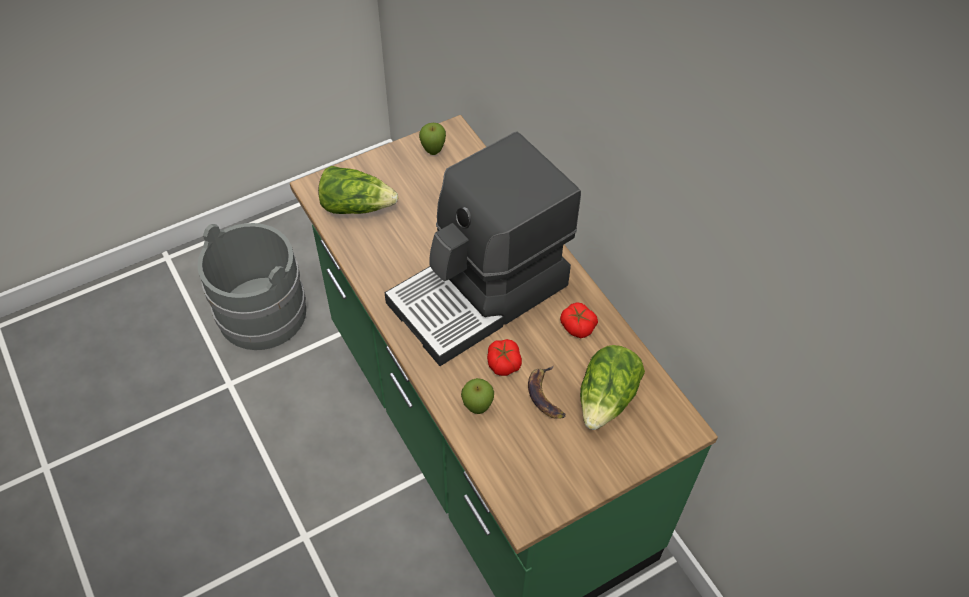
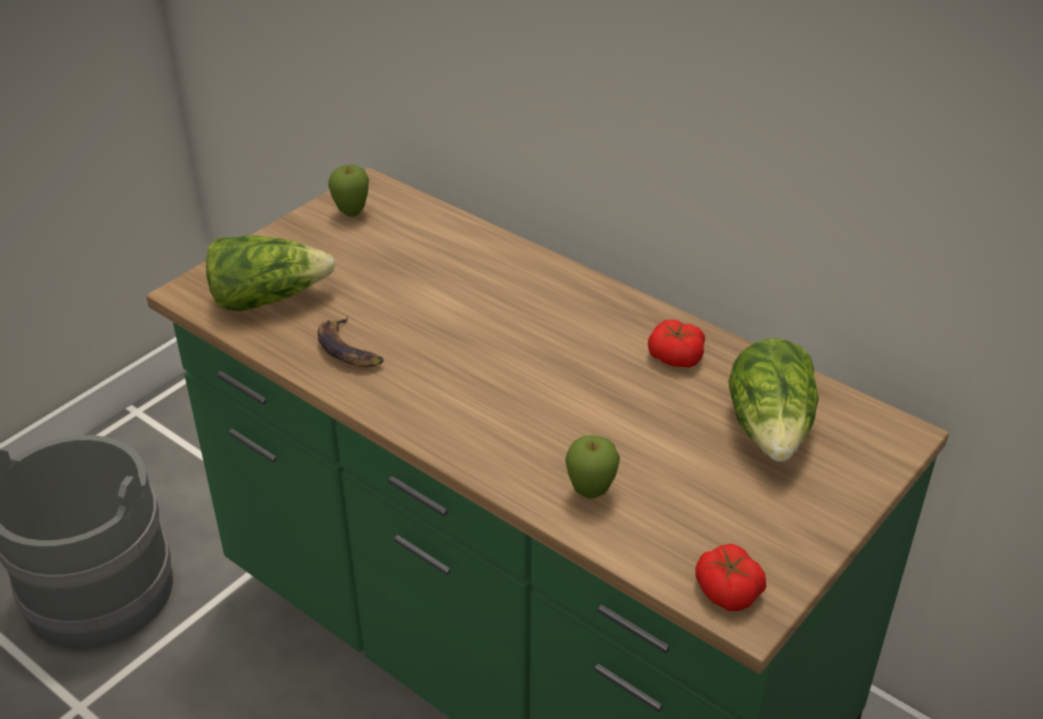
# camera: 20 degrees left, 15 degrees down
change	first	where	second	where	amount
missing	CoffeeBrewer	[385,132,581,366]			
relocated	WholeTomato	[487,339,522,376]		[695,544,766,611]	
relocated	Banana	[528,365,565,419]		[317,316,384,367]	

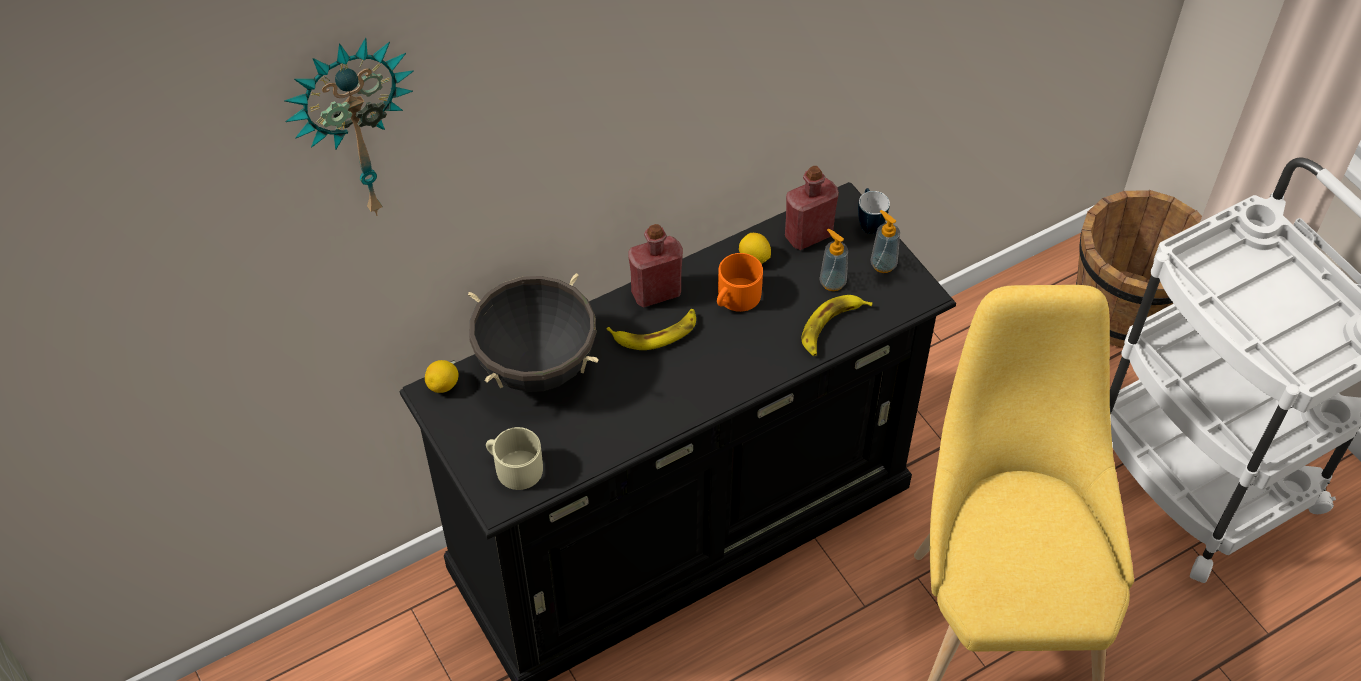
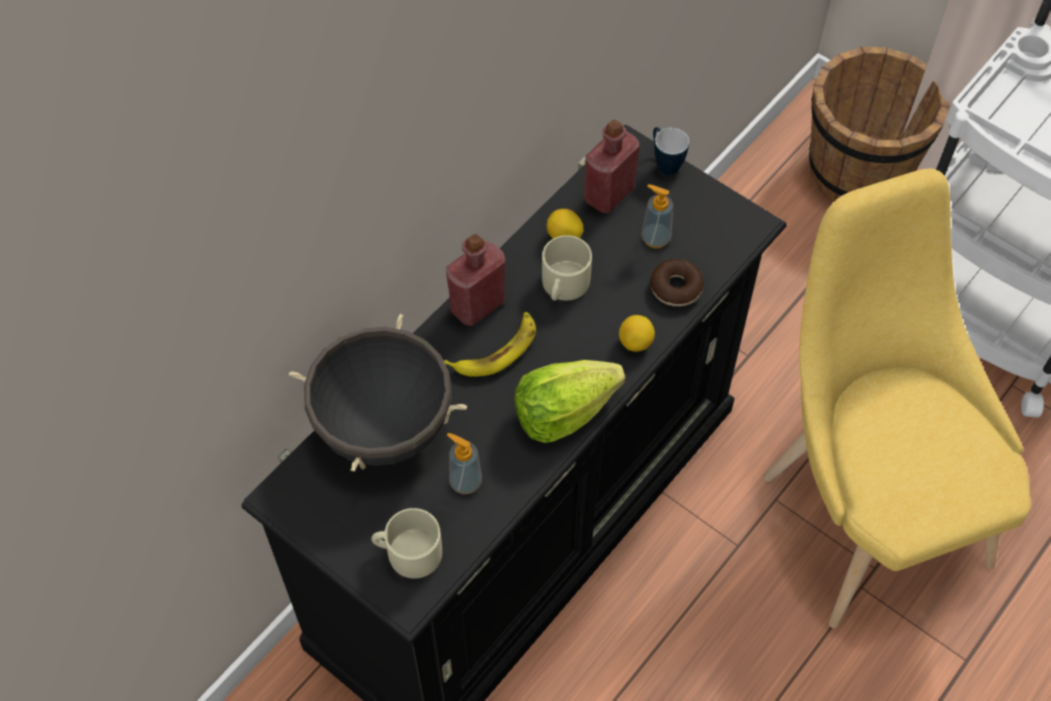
# camera: 20 degrees left, 5 degrees up
change	first	where	second	where	amount
missing	WallClock	[284,38,414,216]			
relocated	Lemon	[425,360,459,393]		[619,315,655,352]	
colour	OrangeColouredMug	[717,253,763,312]	SandColouredMug	[542,235,592,301]	
exchanged	Banana	[801,295,873,356]	RingDoughnut	[650,259,704,306]	
relocated	SoapDispenser	[870,210,900,273]		[447,433,482,494]	
appeared			Lettuce	[515,360,625,443]	

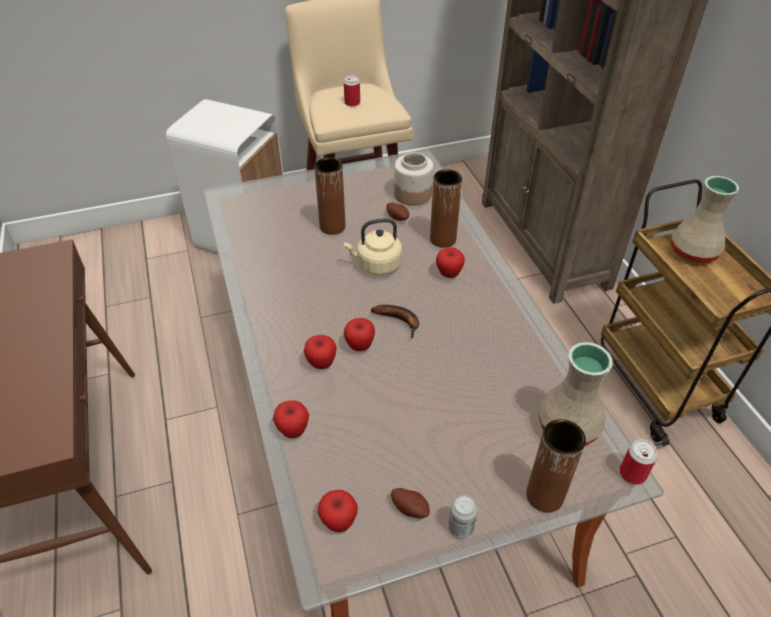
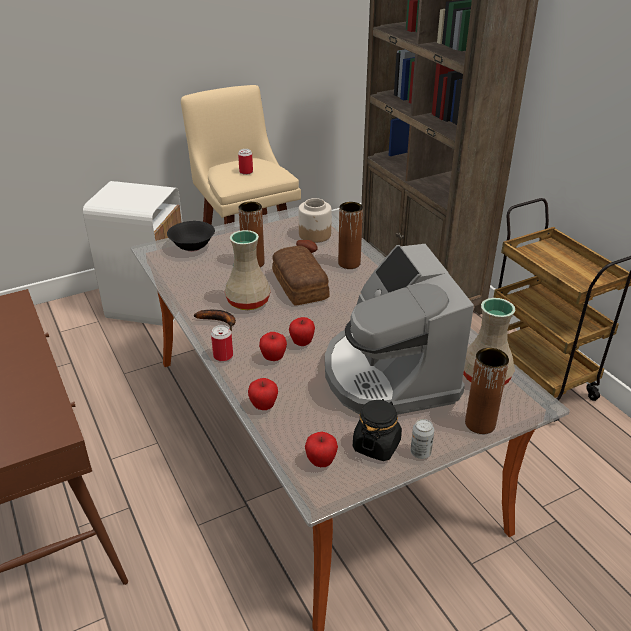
# camera: 10 degrees left, 10 degrees down
change	first	where	second	where	amount
exchanged	SandColouredWaterKettle	[343,218,402,275]	BakeryBread	[272,246,329,306]	
relocated	Banana	[371,305,419,338]		[194,310,236,331]	
exchanged	Potato	[391,488,430,518]	BlackishPreserveJar	[353,399,402,461]	
missing	WholeApple	[436,247,465,278]			
relocated	Can	[619,439,658,485]		[211,325,233,362]	
relocated	SandColouredDecorativeVase	[671,176,739,264]		[225,230,271,310]	
appeared			BlackishDeepDish	[167,221,215,252]	
appeared			CoffeeBrewer	[325,244,474,415]	

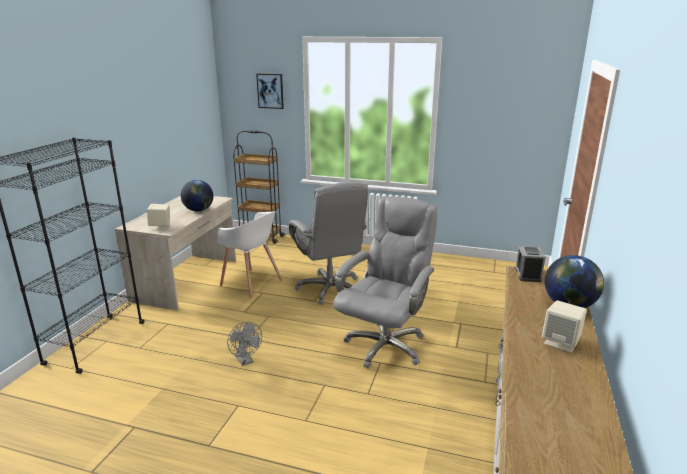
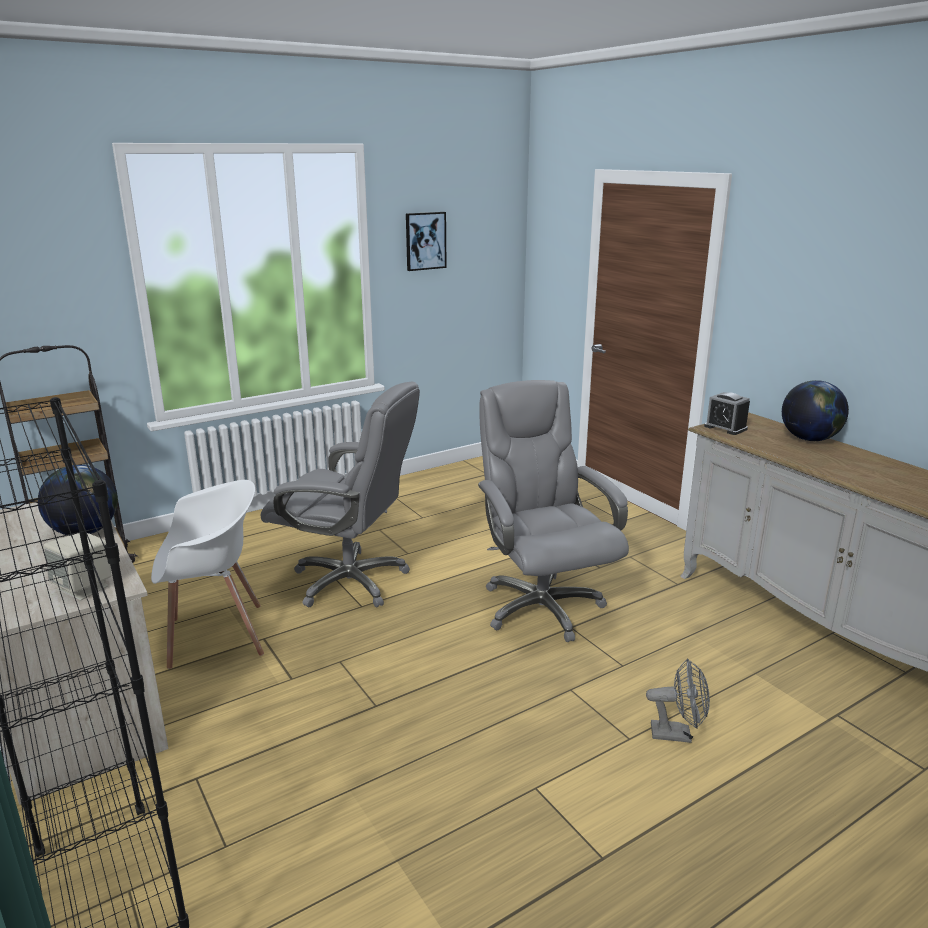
# camera: 50 degrees left, 0 degrees up
change	first	where	second	where	amount
relocated	GreyElectricFan	[227,322,262,366]		[646,659,710,743]	
relocated	WallArt	[256,74,284,109]		[406,212,447,271]	
missing	SandColouredLoudspeaker	[542,300,587,353]			

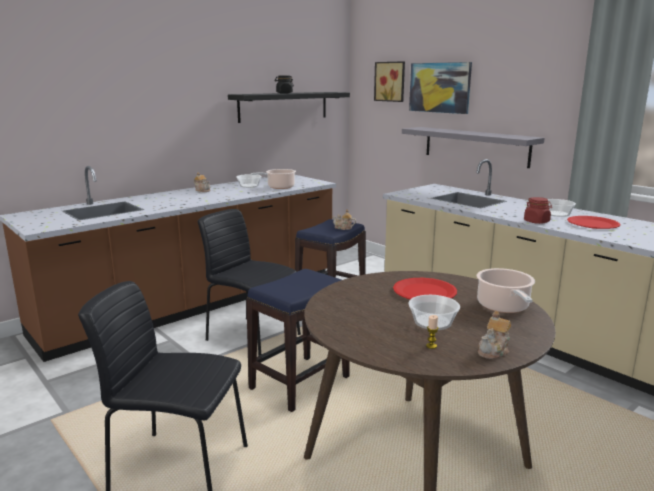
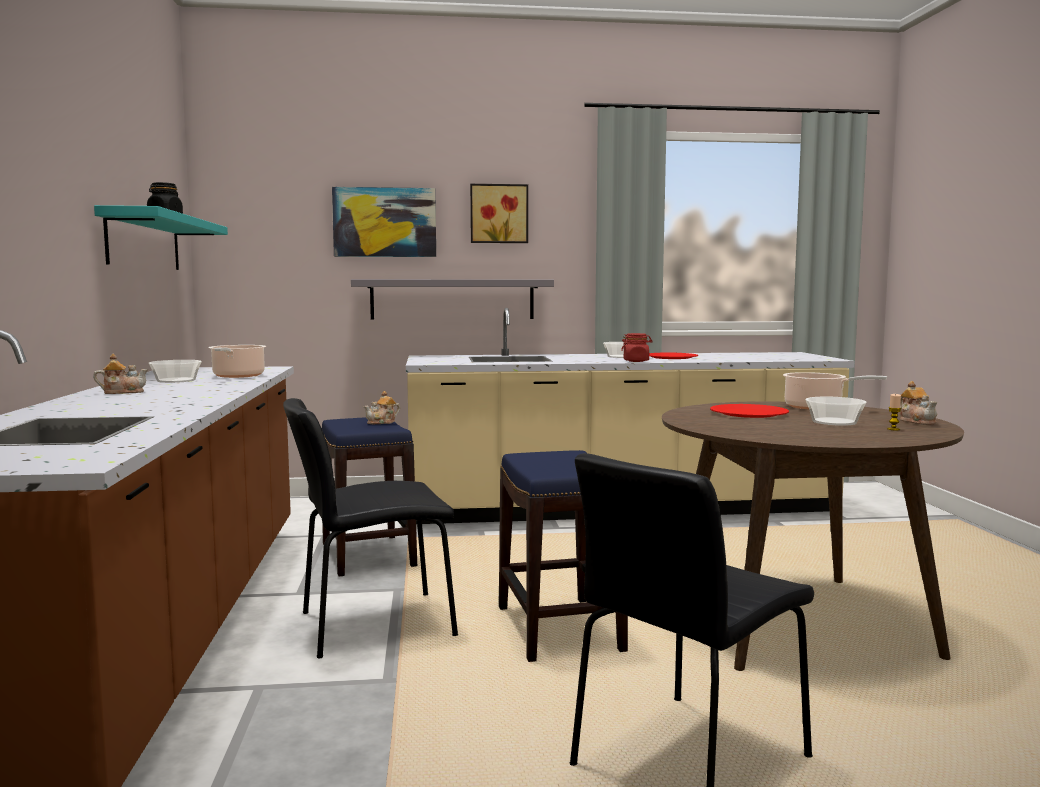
# camera: 55 degrees left, 10 degrees down
change	first	where	second	where	amount
colour	BlackishWallShelf	[228,92,350,123]	TurquoiseWallShelf	[94,205,228,270]	
relocated	WallArt	[374,61,405,102]		[470,184,528,243]	

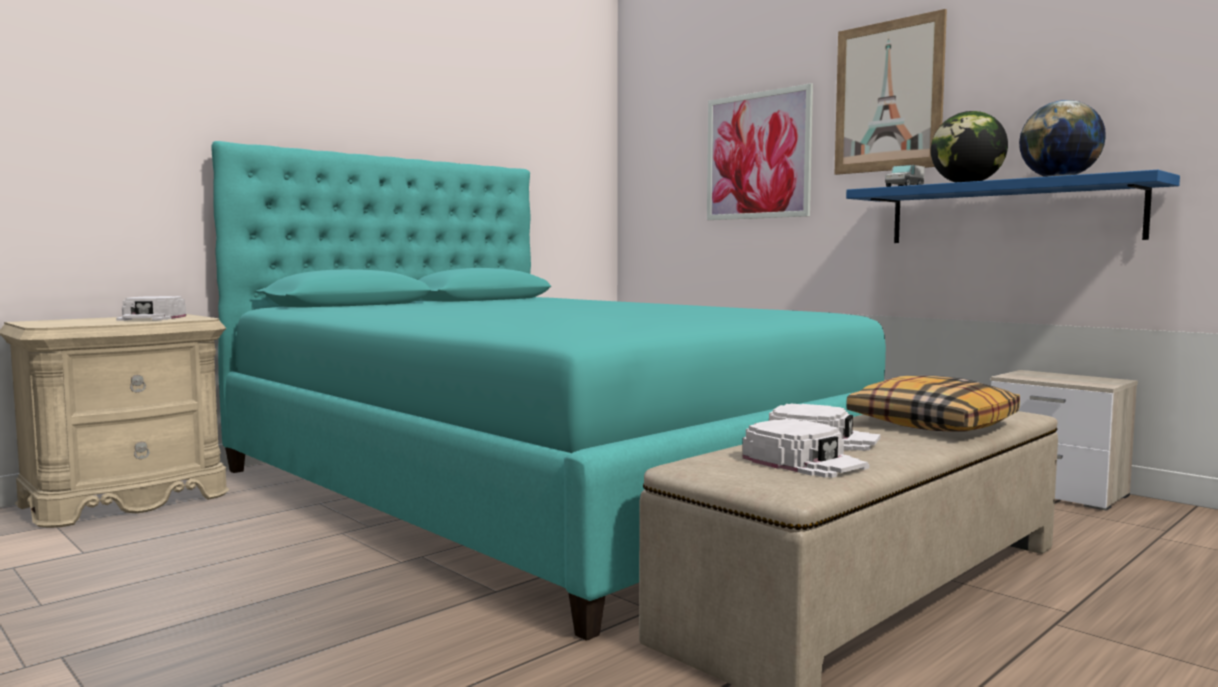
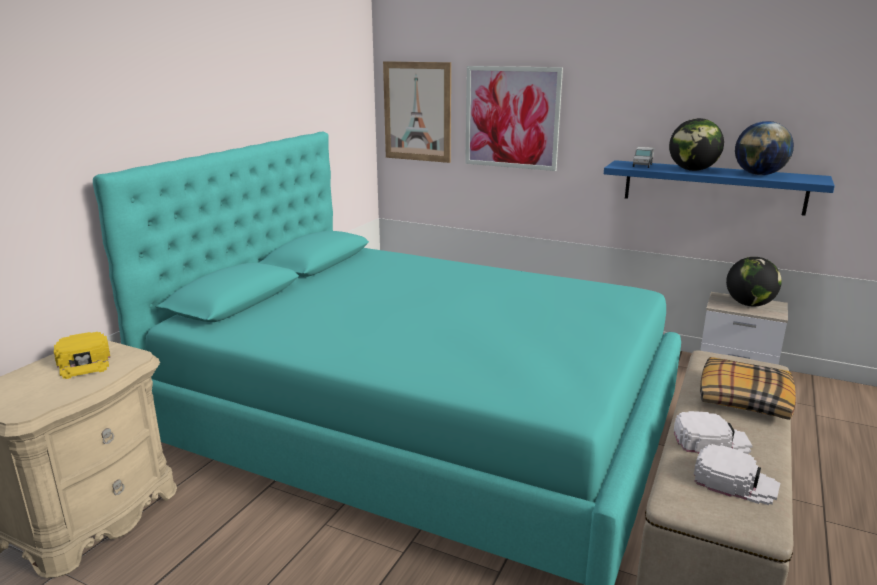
# camera: 20 degrees left, 15 degrees up
change	first	where	second	where	amount
colour	WhitePeakedCap	[116,296,186,321]	YellowishPeakedCap	[54,332,110,379]	
relocated	WallArt	[835,9,947,175]		[383,61,451,163]	
appeared			Globe	[726,257,782,307]	

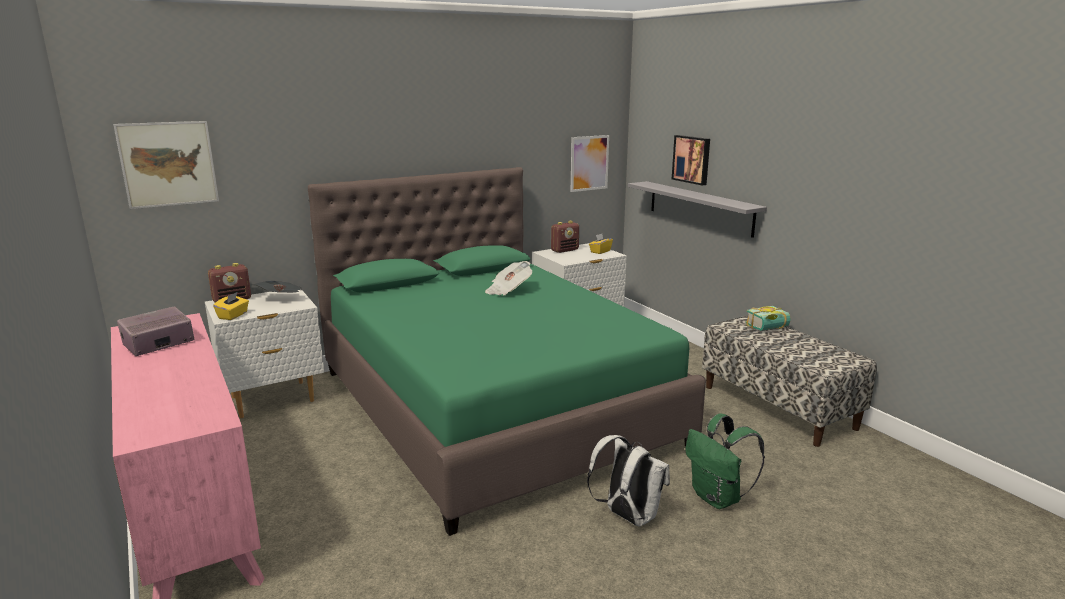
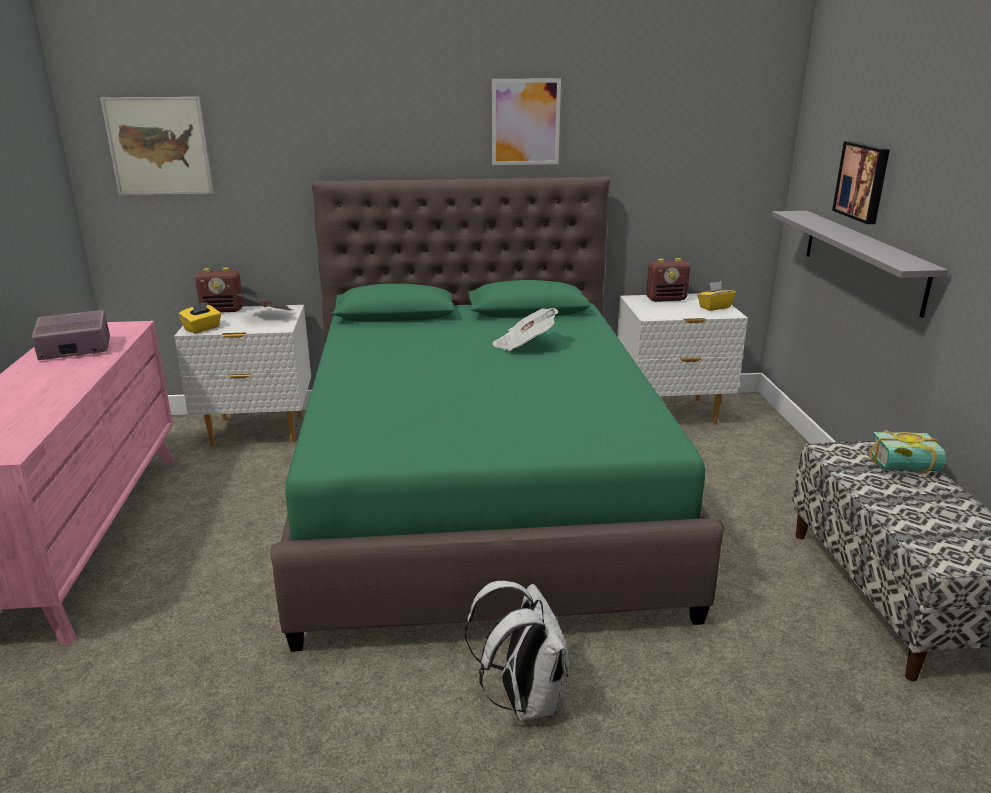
# camera: 25 degrees right, 5 degrees up
change	first	where	second	where	amount
relocated	WallArt	[571,135,609,192]		[492,79,561,165]	
missing	GreenKnapsack	[685,413,765,509]			

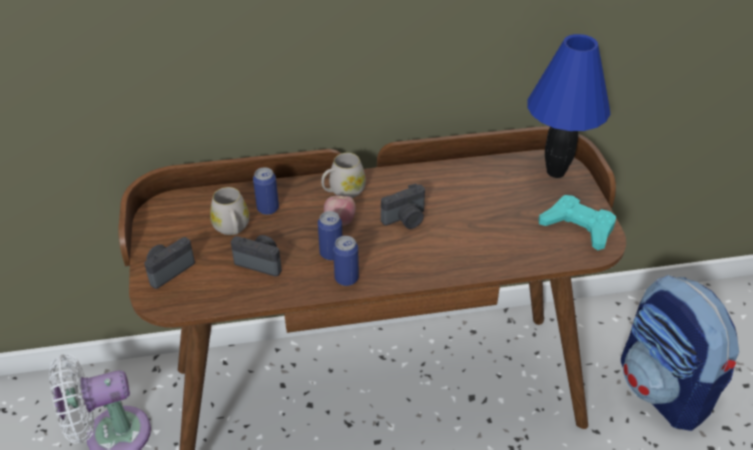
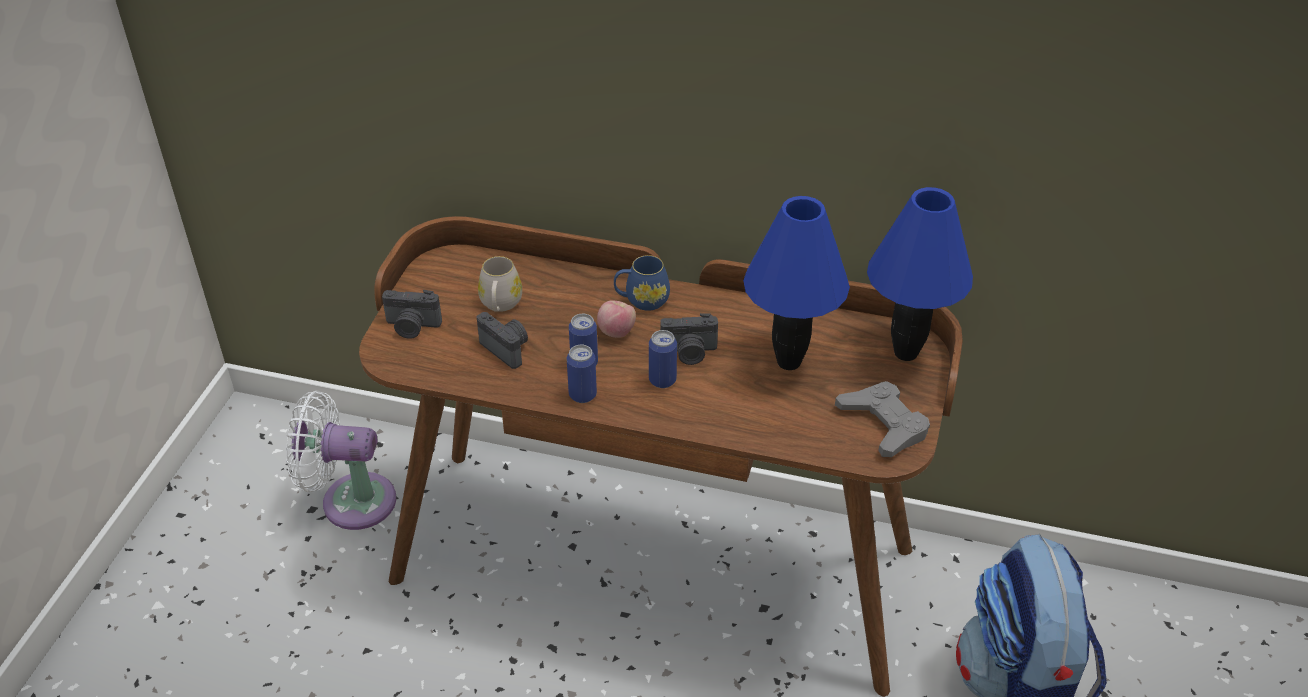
# camera: 25 degrees right, 0 degrees up
change	first	where	second	where	amount
spun	PhotoCamera	[144,237,195,289]		[382,290,442,339]	150 degrees counterclockwise
relocated	Can	[253,167,279,215]		[649,330,677,388]	
colour	WhiteMug	[321,153,366,198]	BlueMug	[614,255,670,311]	
colour	TurquoiseGameController	[539,195,616,250]	GreyGameController	[835,381,930,457]	
appeared			BlueLampForATable	[743,196,850,370]	

